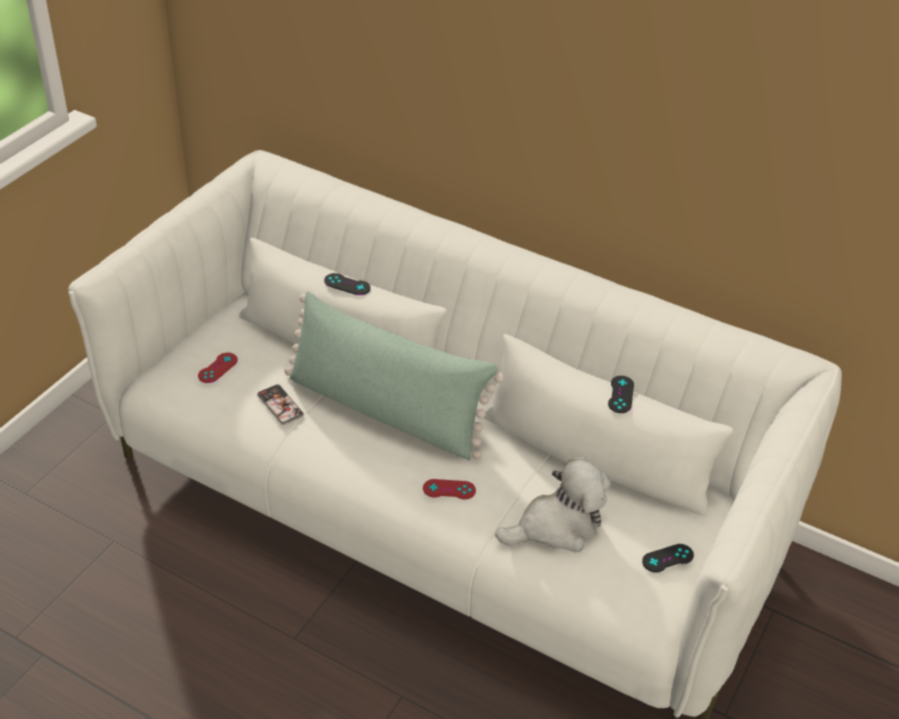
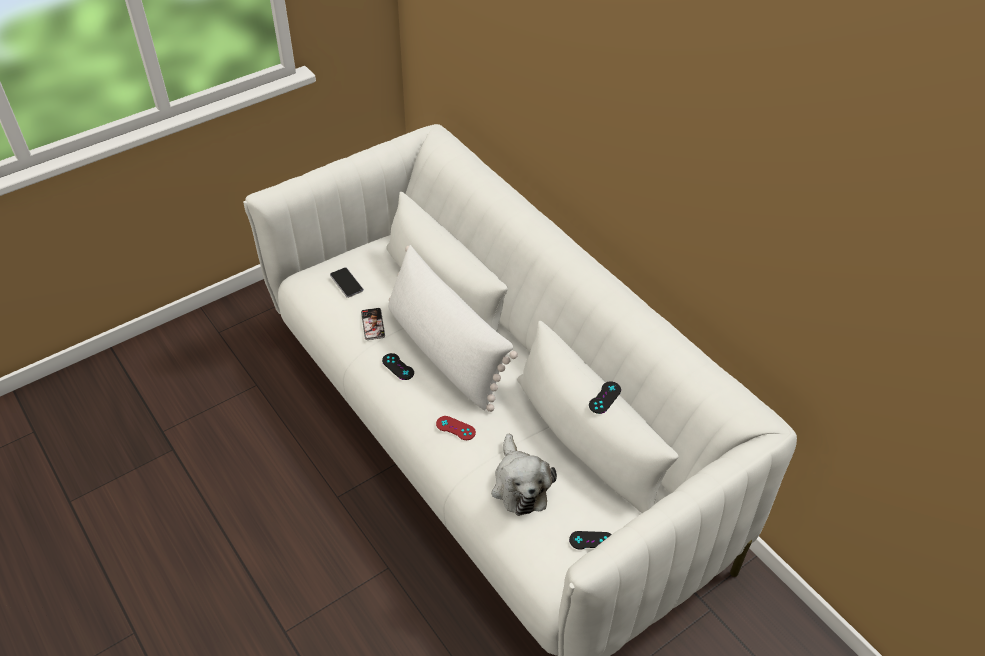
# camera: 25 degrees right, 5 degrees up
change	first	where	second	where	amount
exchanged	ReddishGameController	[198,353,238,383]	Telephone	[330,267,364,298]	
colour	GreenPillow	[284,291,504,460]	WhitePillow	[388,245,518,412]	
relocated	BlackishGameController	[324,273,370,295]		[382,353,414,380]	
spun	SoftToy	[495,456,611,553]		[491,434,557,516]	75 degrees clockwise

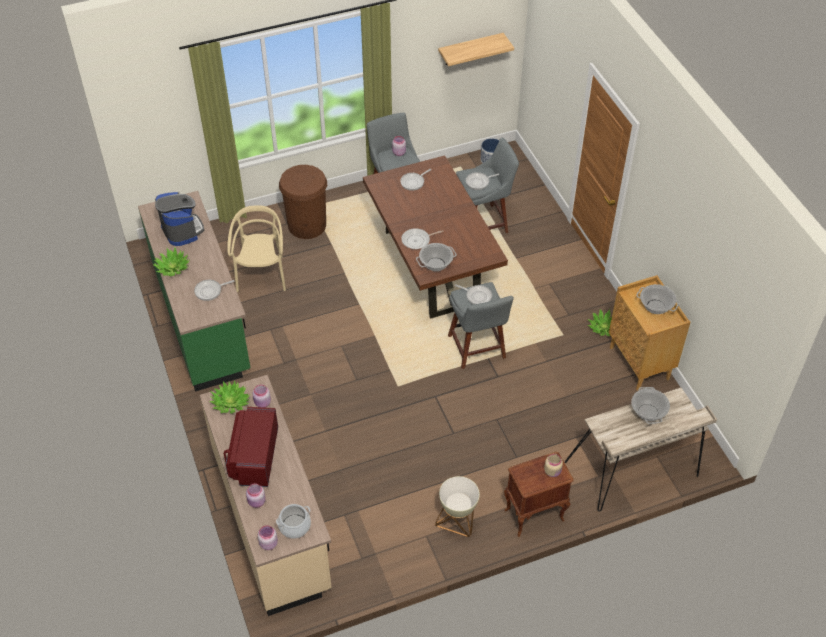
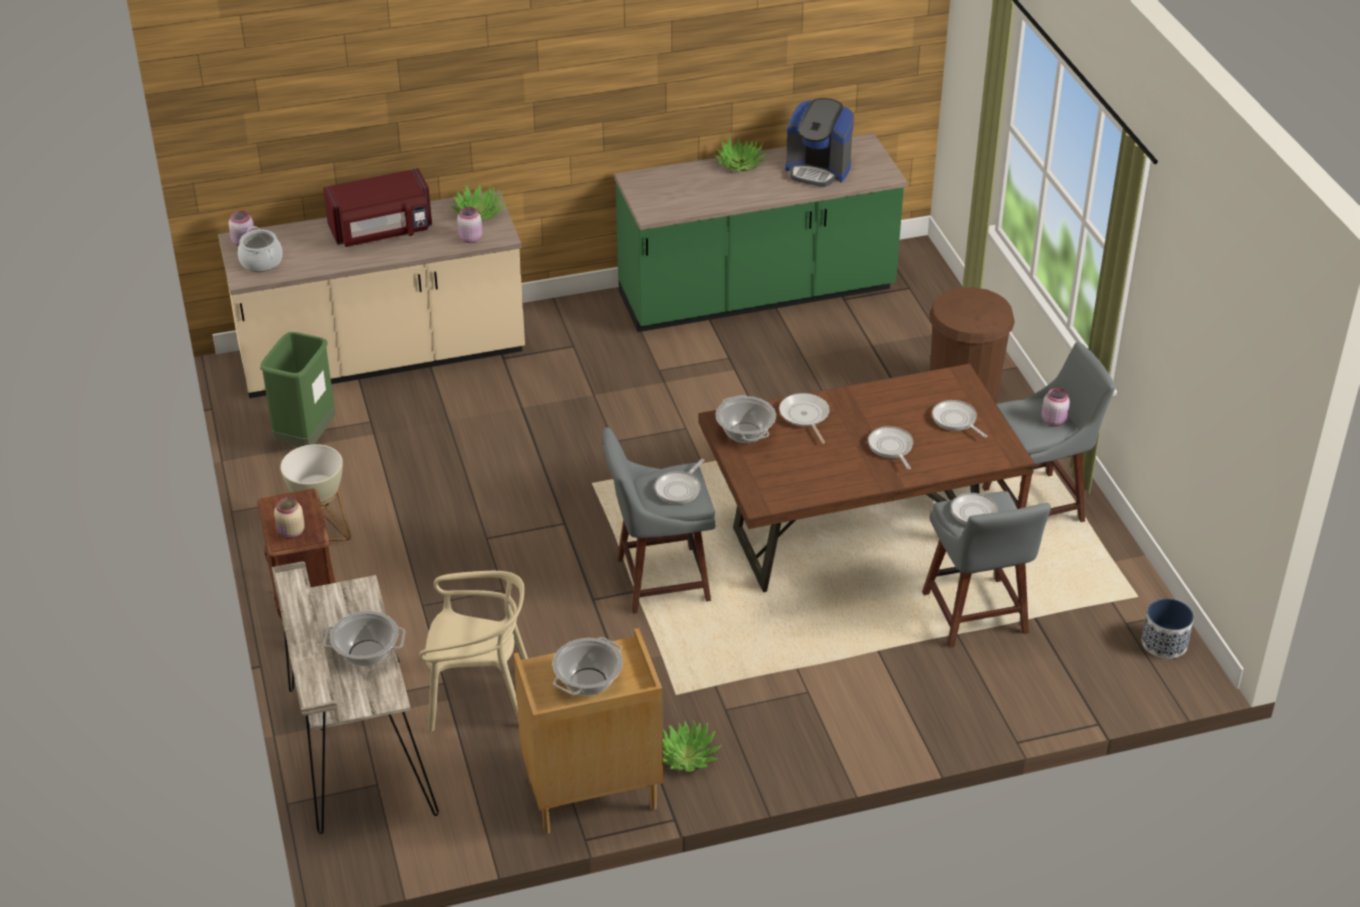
# camera: 95 degrees right, 10 degrees down
change	first	where	second	where	amount
spun	CoffeeBrewer	[155,192,204,246]		[785,98,854,187]	45 degrees clockwise
relocated	FryingPan	[194,280,234,301]		[868,426,913,469]	
spun	ReddishMicrowaveOven	[224,407,278,487]		[323,168,432,247]	150 degrees clockwise
relocated	SandColouredChair	[227,205,286,292]		[419,571,528,732]	
missing	PinkishPreserveJar	[246,483,266,508]			
missing	WallShelf	[438,33,514,66]			
appeared			GreenWasteBin	[260,332,335,447]	

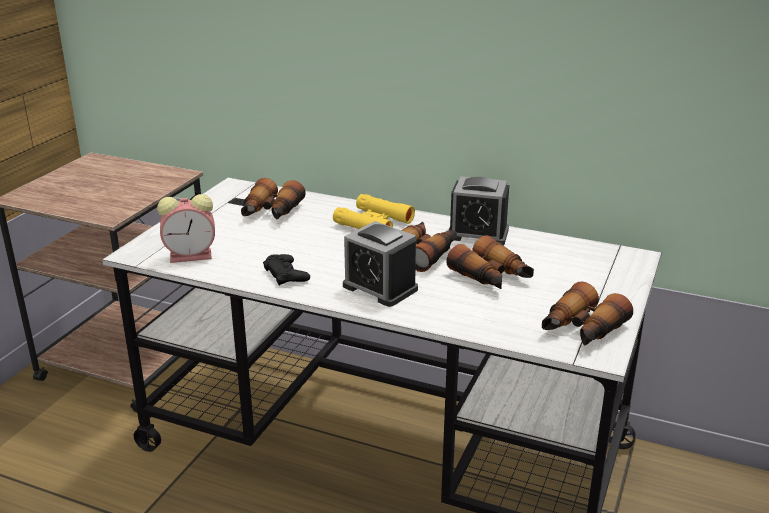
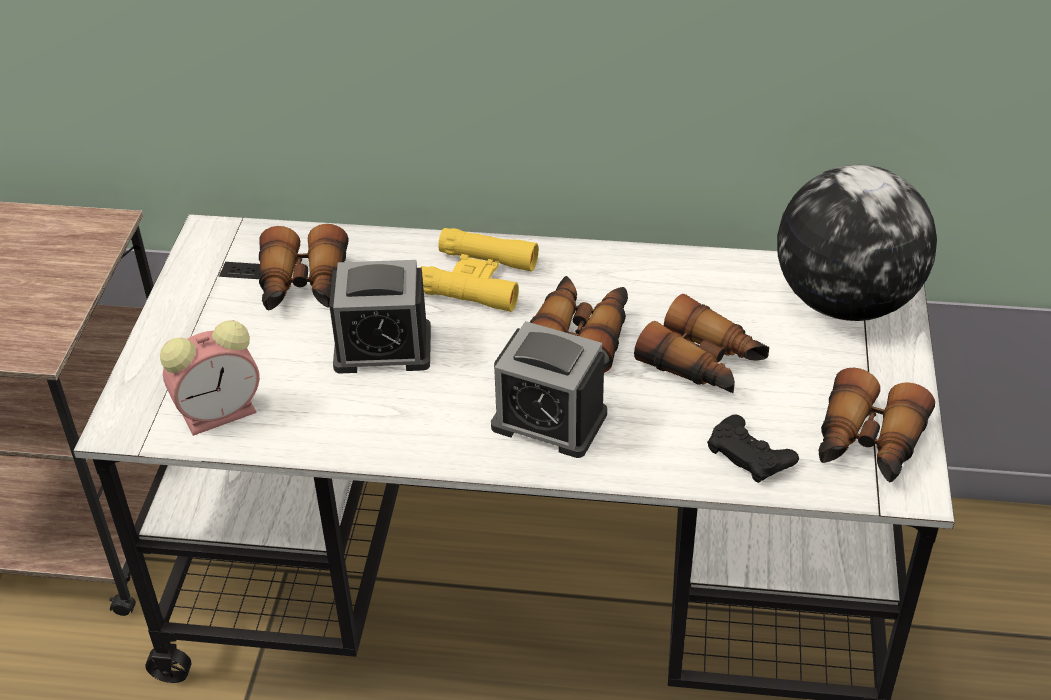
# camera: 15 degrees left, 15 degrees up
change	first	where	second	where	amount
relocated	BlackishGameController	[263,254,310,286]		[707,415,799,483]	
relocated	BedsideClock	[448,176,509,245]		[329,260,431,374]	
appeared			Globe	[777,164,937,321]	

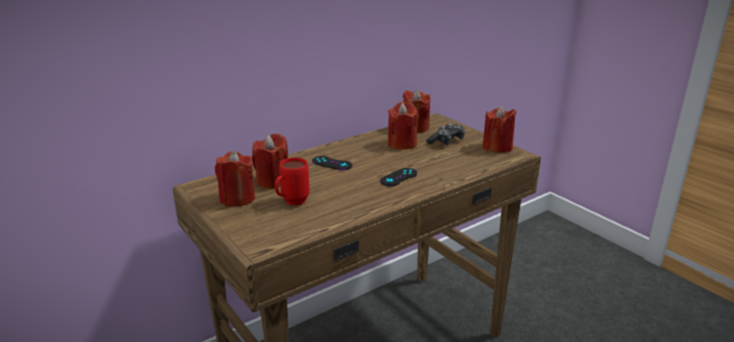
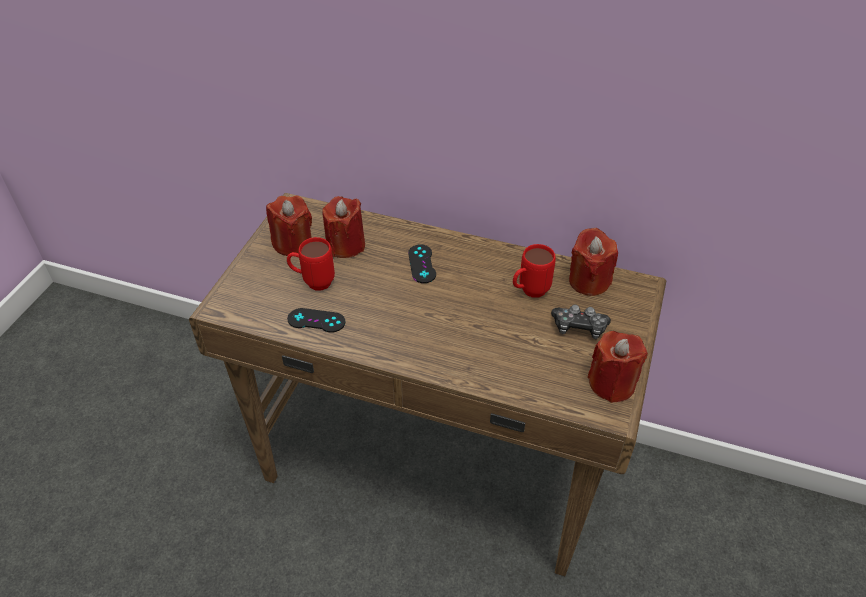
# camera: 55 degrees right, 20 degrees up
change	first	where	second	where	amount
relocated	BlackishGameController	[380,168,417,186]		[287,308,345,333]	
exchanged	ReddishCandle	[388,102,419,150]	ReddishMug	[513,244,556,298]	

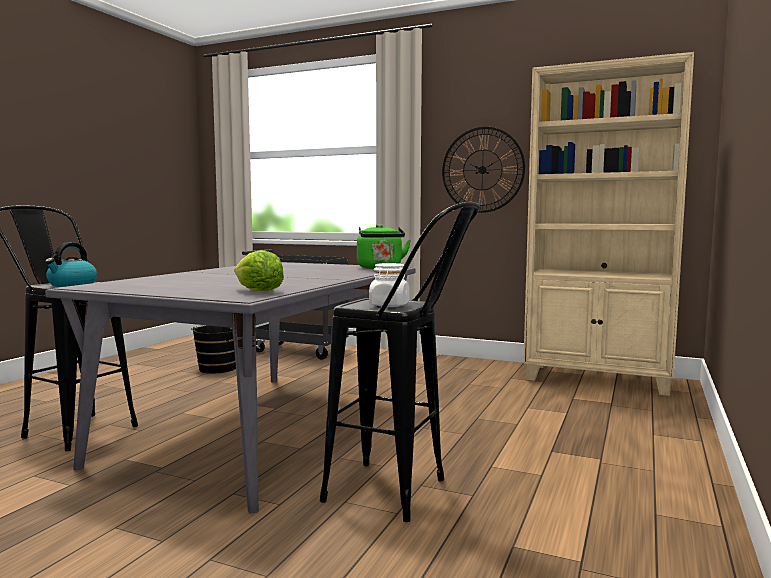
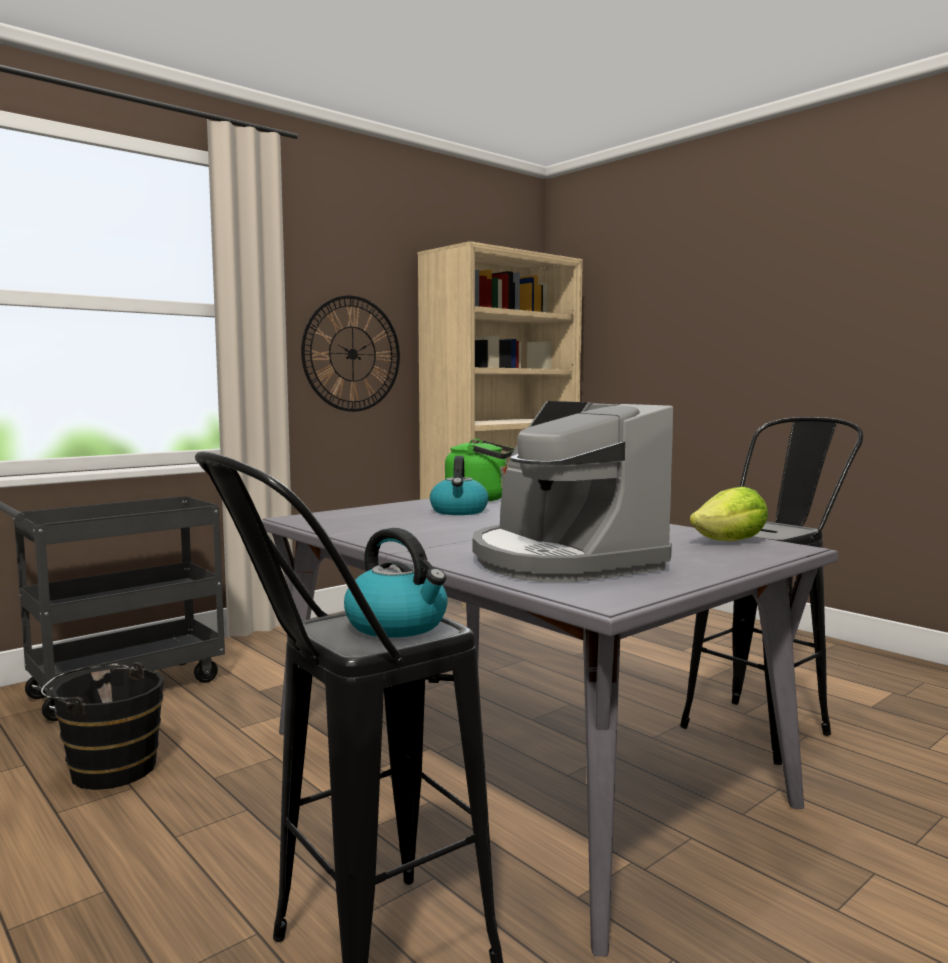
# camera: 65 degrees left, 0 degrees up
change	first	where	second	where	amount
missing	WhitePreserveJar	[369,263,409,307]			
appeared			WaterKettle	[430,456,489,515]	
appeared			CoffeeBrewer	[473,401,673,582]	

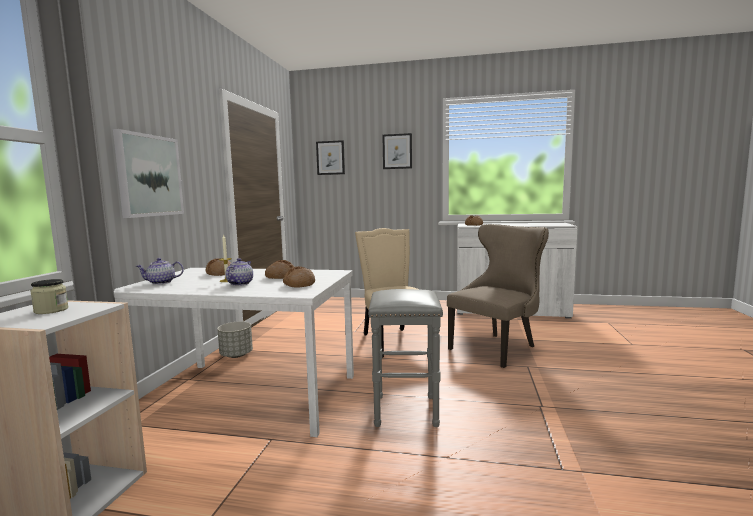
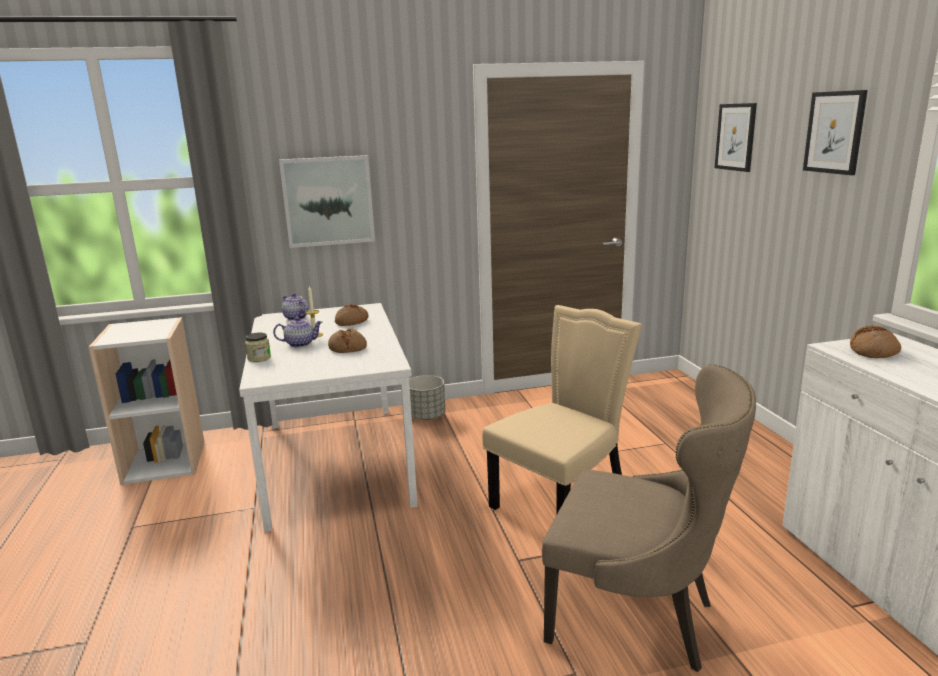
# camera: 65 degrees right, 10 degrees up
change	first	where	second	where	amount
relocated	PreserveJar	[30,279,69,314]		[245,333,271,362]	
missing	BakeryBread	[283,266,315,288]			
missing	GreyStoolSeat	[368,289,443,427]			

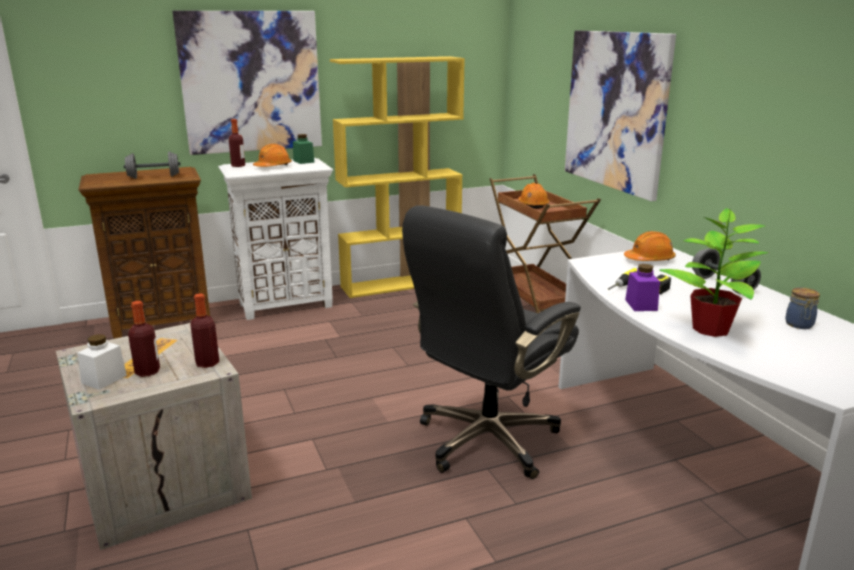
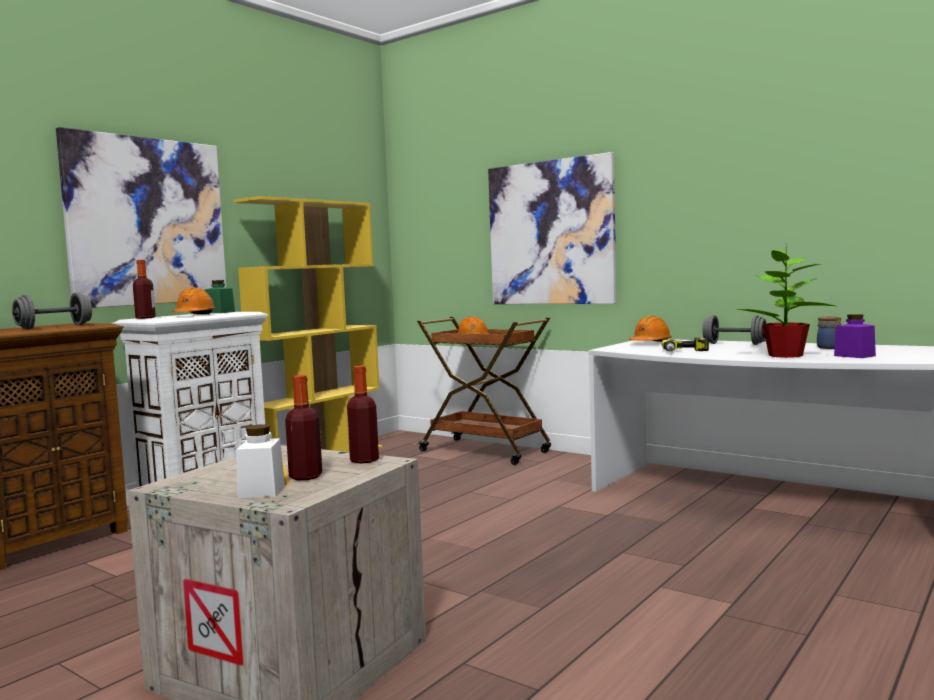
# camera: 30 degrees left, 15 degrees down
change	first	where	second	where	amount
missing	BlackishComputerChair	[402,205,581,479]			
relocated	PurplishPreserveJar	[625,264,660,311]		[834,314,876,358]	

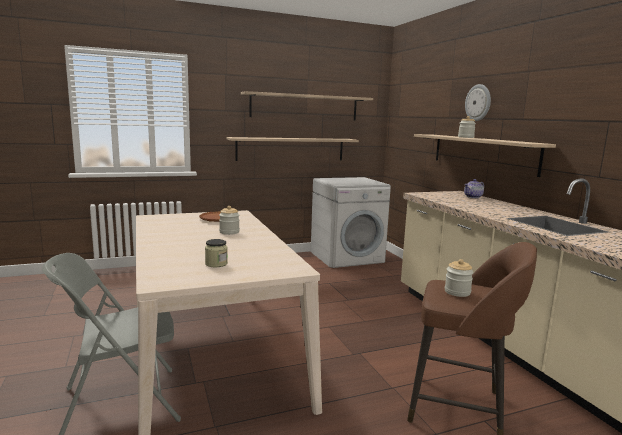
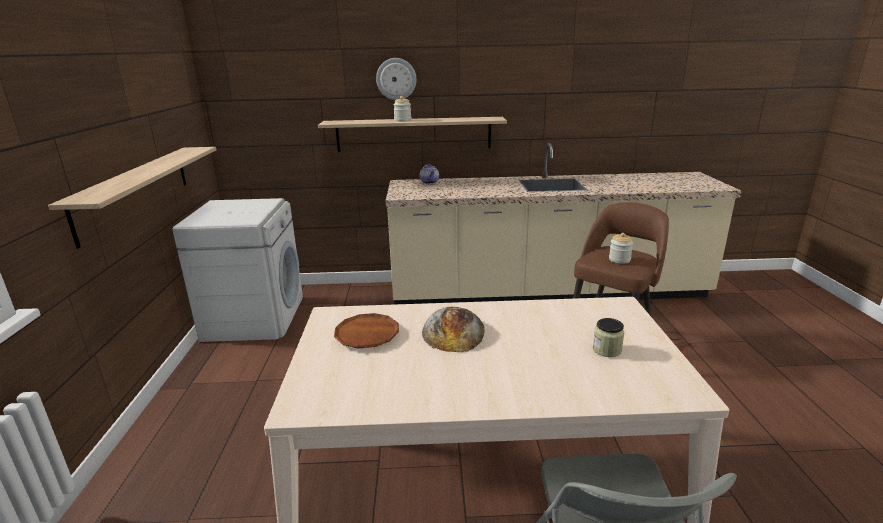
# camera: 70 degrees left, 10 degrees up
change	first	where	second	where	amount
exchanged	PreserveJar	[219,206,240,235]	BakeryBread	[422,307,485,352]	
missing	WallShelf	[241,91,373,120]			

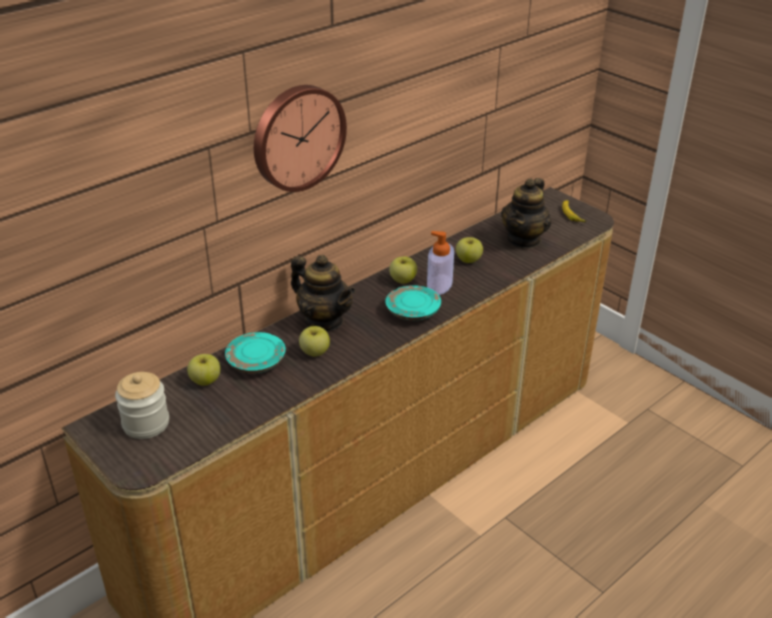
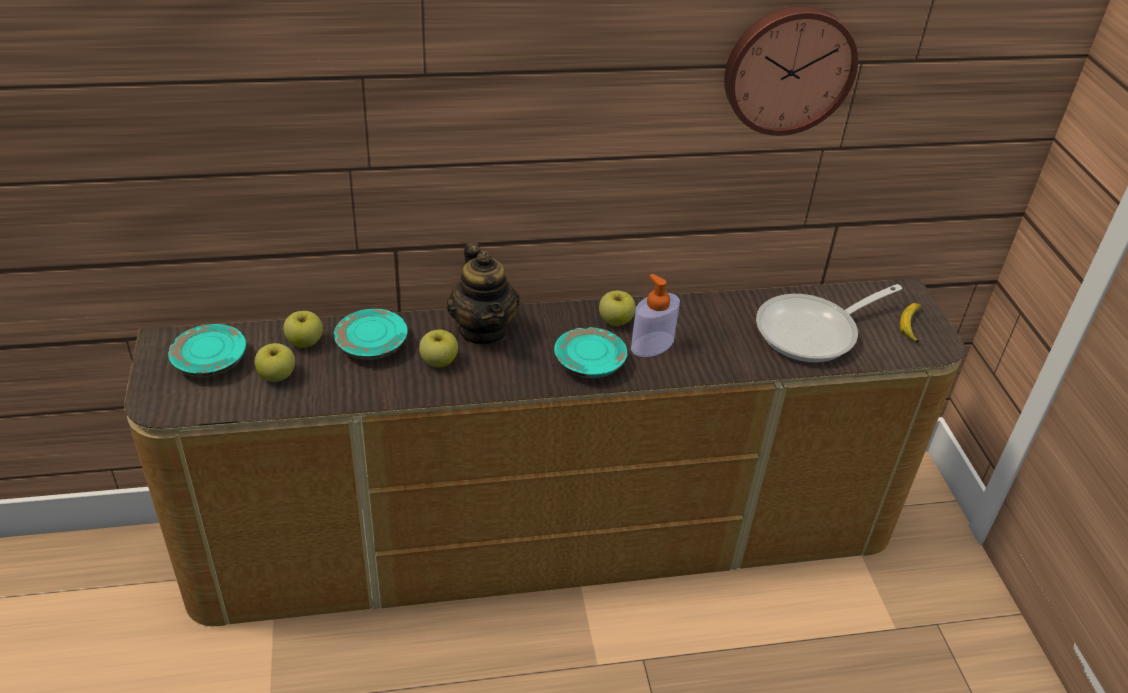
# camera: 30 degrees right, 5 degrees up
change	first	where	second	where	amount
exchanged	PreserveJar	[115,372,169,439]	TurquoiseFlatDish	[168,324,246,377]	
relocated	WallClock	[254,85,347,192]		[724,5,858,136]	
relocated	WholeApple	[456,237,483,263]		[255,343,295,382]	
exchanged	PotForTea	[501,178,551,249]	FryingPan	[756,284,902,363]	

